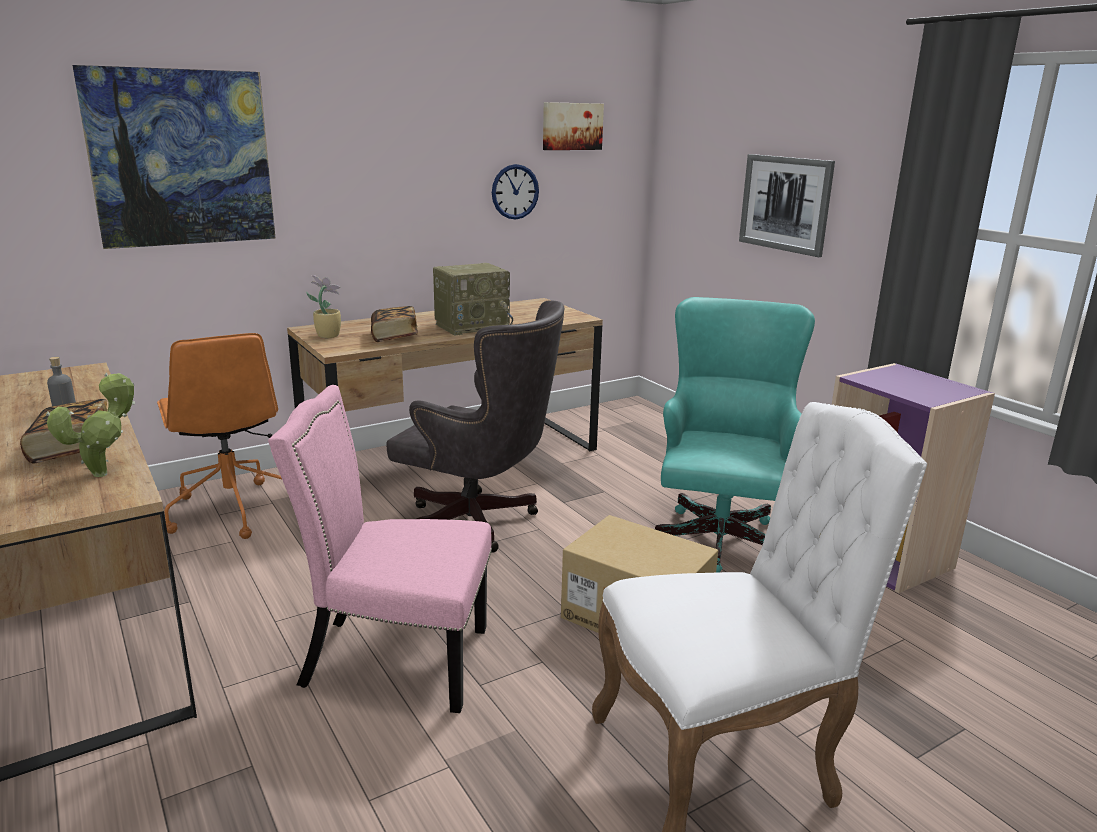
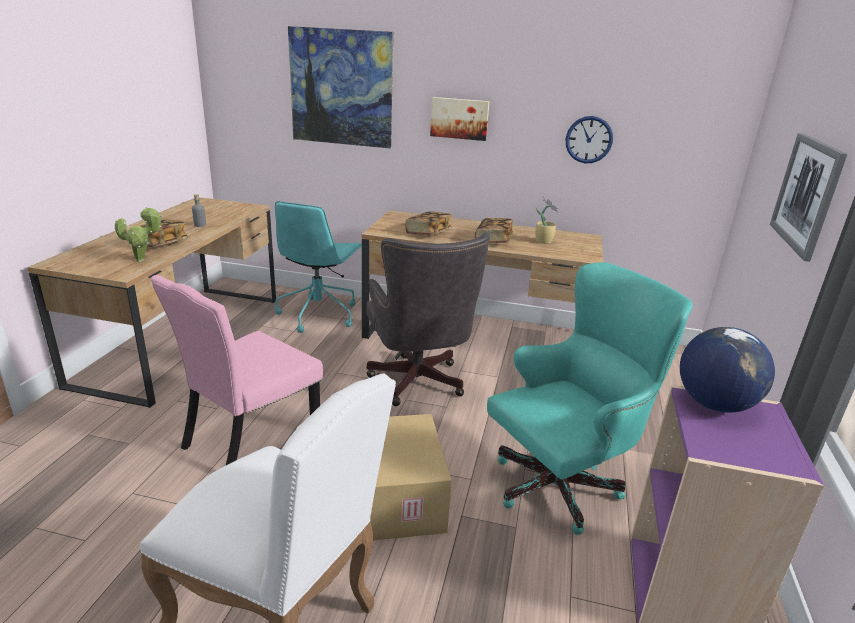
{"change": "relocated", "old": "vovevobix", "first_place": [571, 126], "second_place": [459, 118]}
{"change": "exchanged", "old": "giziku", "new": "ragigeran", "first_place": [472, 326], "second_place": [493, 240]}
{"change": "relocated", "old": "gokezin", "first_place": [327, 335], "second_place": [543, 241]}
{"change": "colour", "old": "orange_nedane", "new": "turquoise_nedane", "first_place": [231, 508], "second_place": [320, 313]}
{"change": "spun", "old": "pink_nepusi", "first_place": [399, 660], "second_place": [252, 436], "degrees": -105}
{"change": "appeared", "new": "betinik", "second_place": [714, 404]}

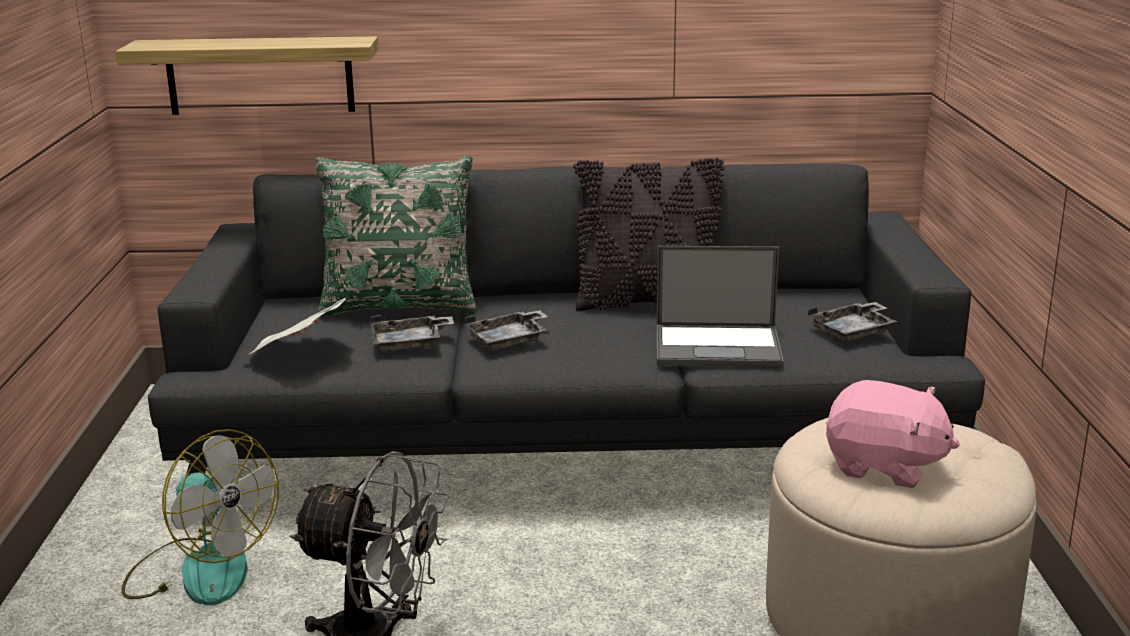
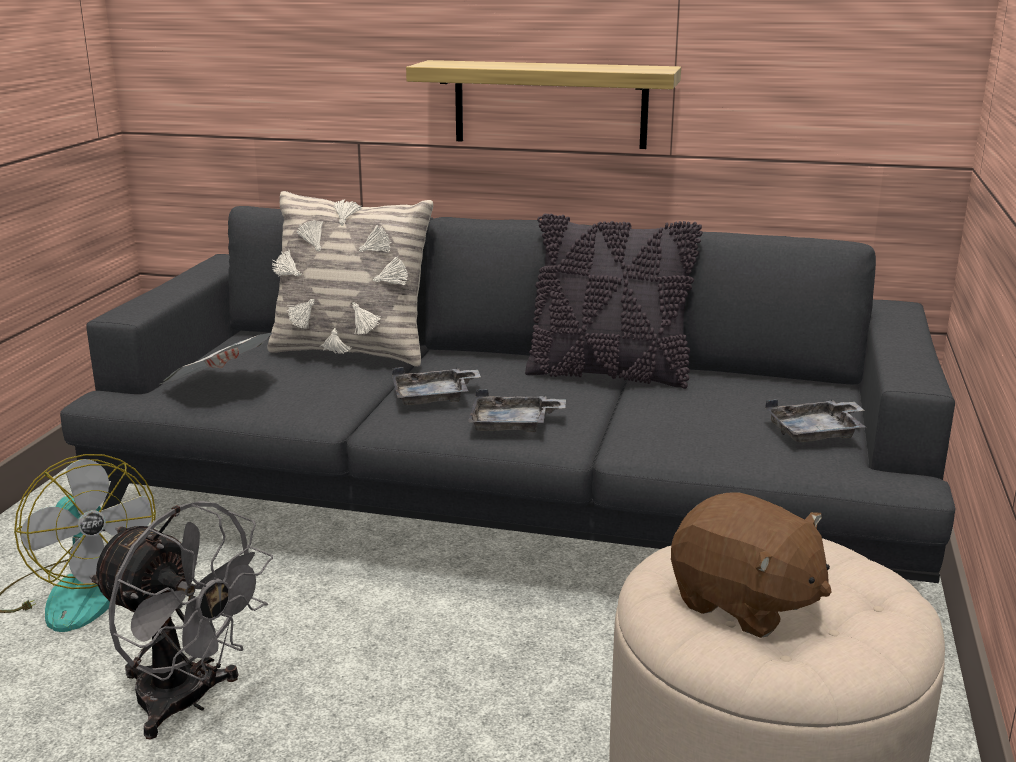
{"change": "relocated", "old": "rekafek", "first_place": [260, 75], "second_place": [550, 104]}
{"change": "colour", "old": "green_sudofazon", "new": "beige_sudofazon", "first_place": [399, 308], "second_place": [351, 352]}
{"change": "missing", "old": "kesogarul", "first_place": [719, 346]}
{"change": "relocated", "old": "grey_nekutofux", "first_place": [409, 344], "second_place": [513, 425]}
{"change": "colour", "old": "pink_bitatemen", "new": "brown_bitatemen", "first_place": [884, 467], "second_place": [744, 604]}

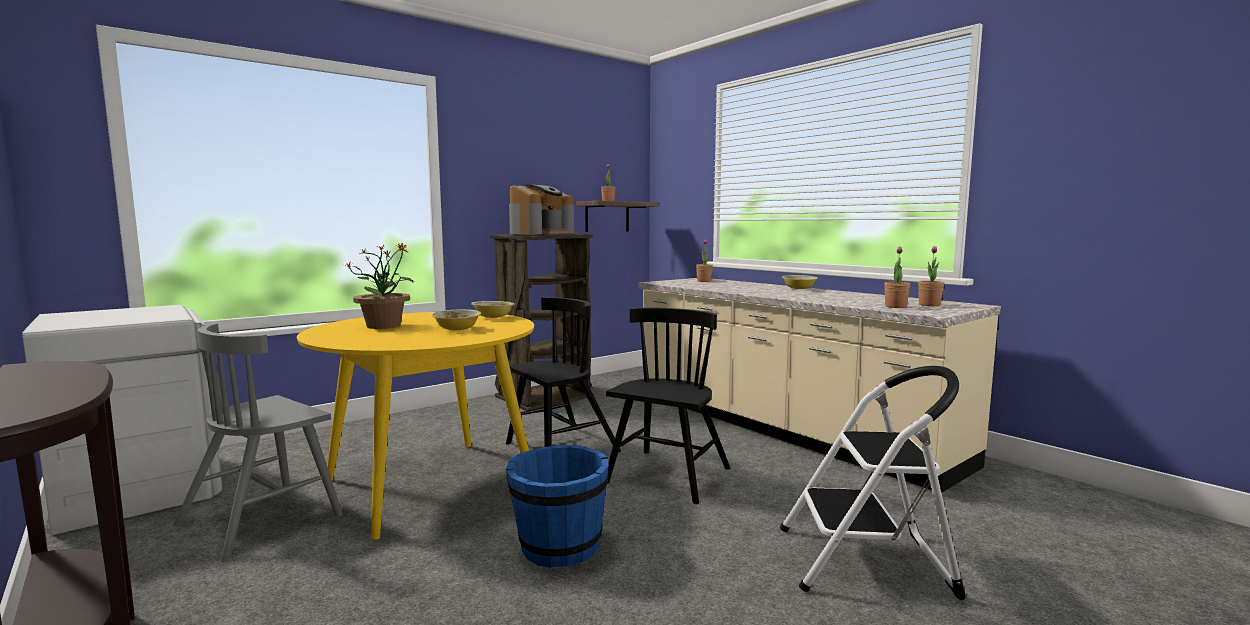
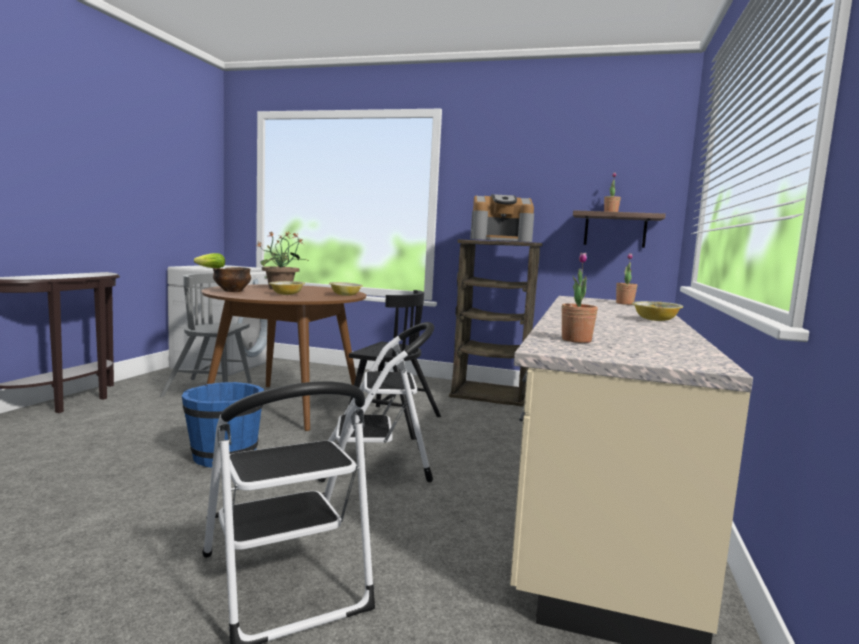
{"change": "missing", "old": "gokezin", "first_place": [929, 305]}
{"change": "exchanged", "old": "black_nepusi", "new": "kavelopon", "first_place": [665, 478], "second_place": [379, 464]}
{"change": "colour", "old": "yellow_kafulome", "new": "brown_kafulome", "first_place": [430, 484], "second_place": [285, 406]}
{"change": "appeared", "new": "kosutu", "second_place": [209, 268]}
{"change": "appeared", "new": "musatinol", "second_place": [232, 291]}

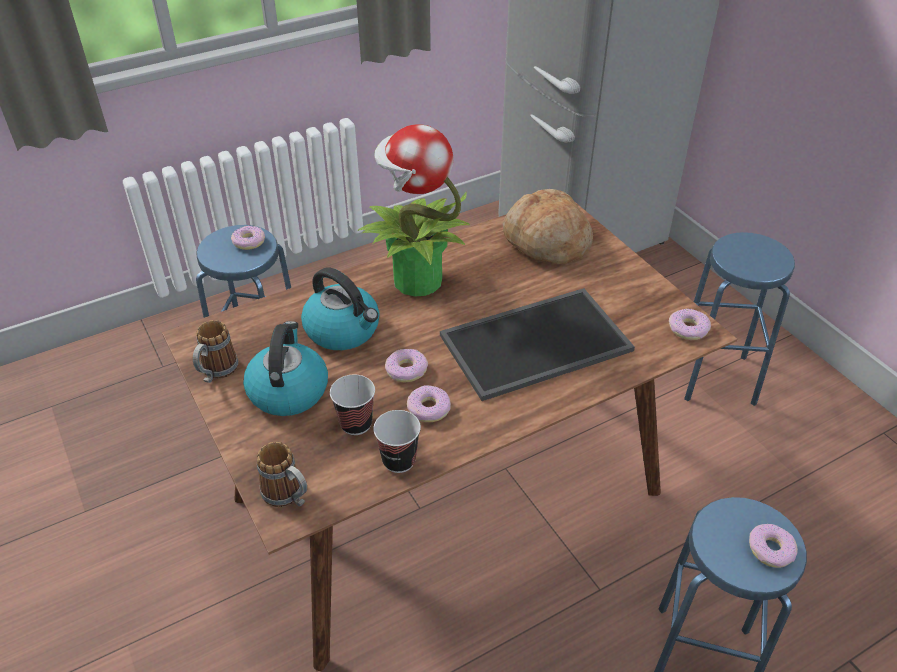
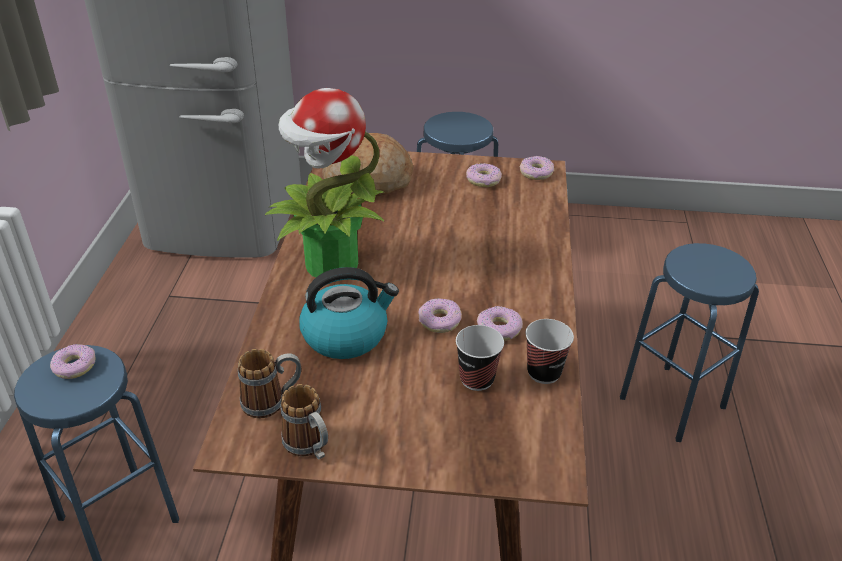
{"change": "missing", "old": "nekutofux", "first_place": [535, 345]}
{"change": "missing", "old": "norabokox", "first_place": [288, 390]}
{"change": "relocated", "old": "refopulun", "first_place": [288, 496], "second_place": [272, 402]}
{"change": "relocated", "old": "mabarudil", "first_place": [770, 550], "second_place": [483, 180]}

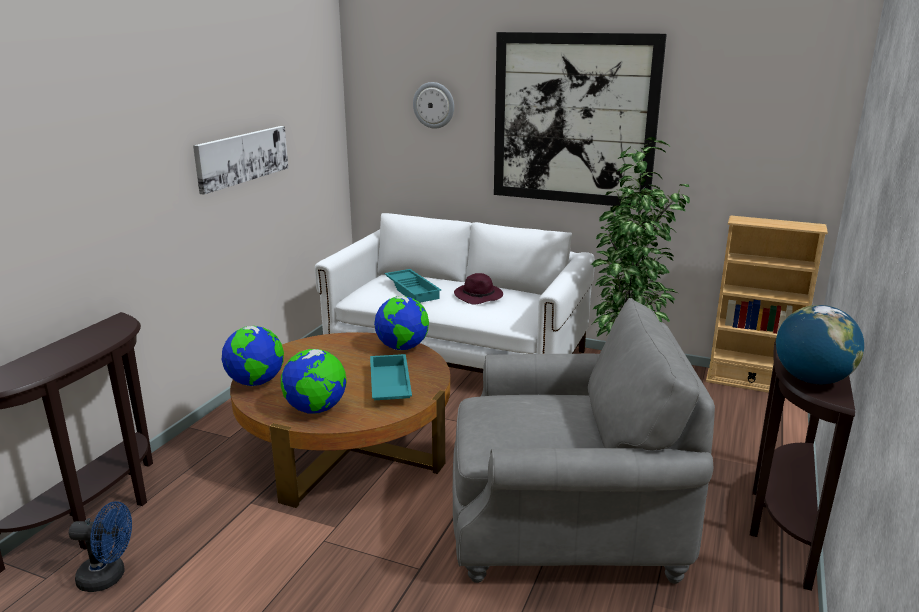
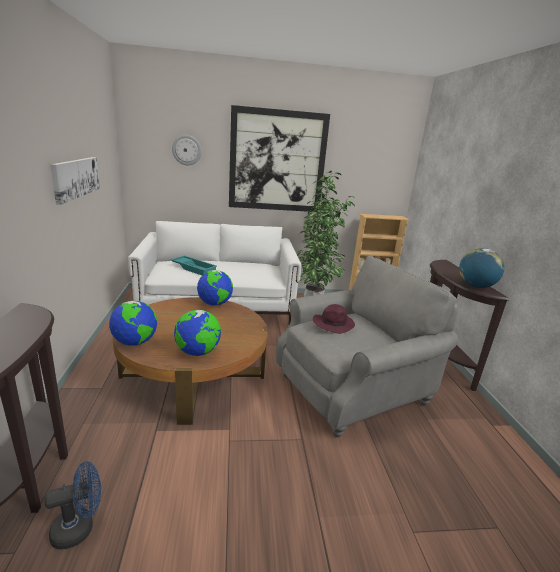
{"change": "relocated", "old": "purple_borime", "first_place": [479, 297], "second_place": [334, 324]}
{"change": "missing", "old": "turquoise_nekutofux", "first_place": [388, 385]}

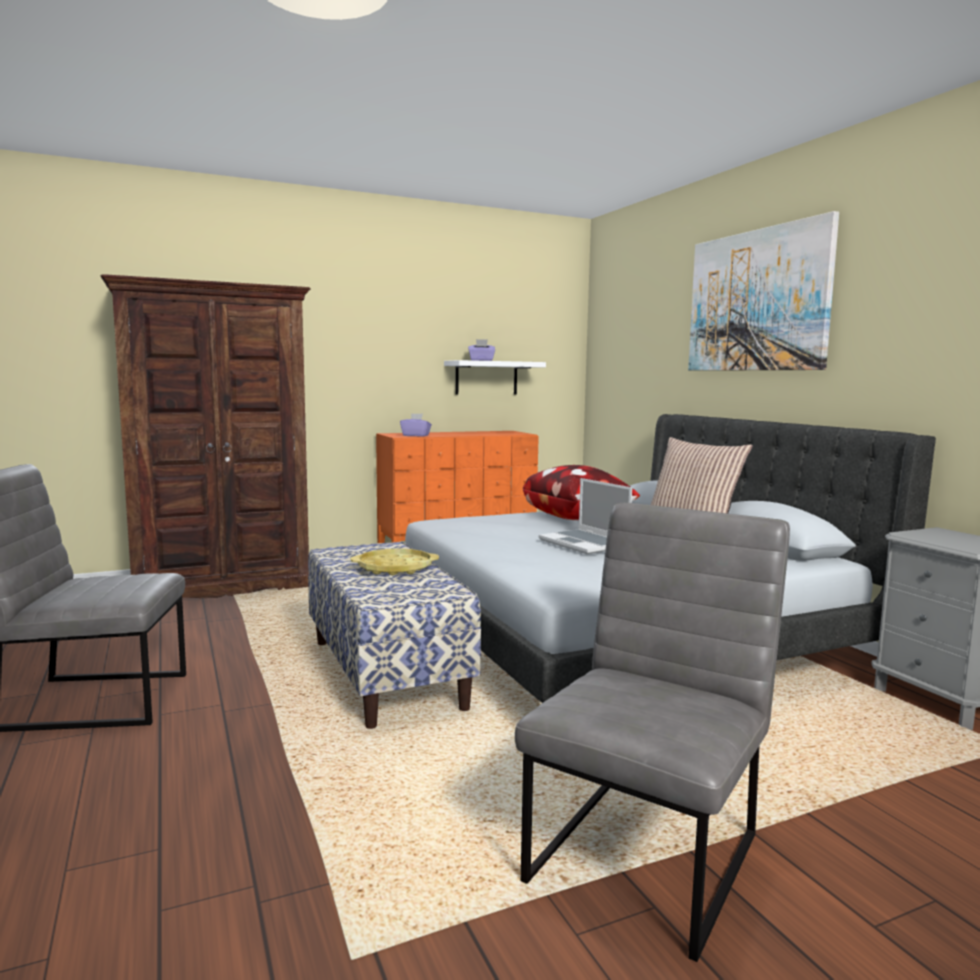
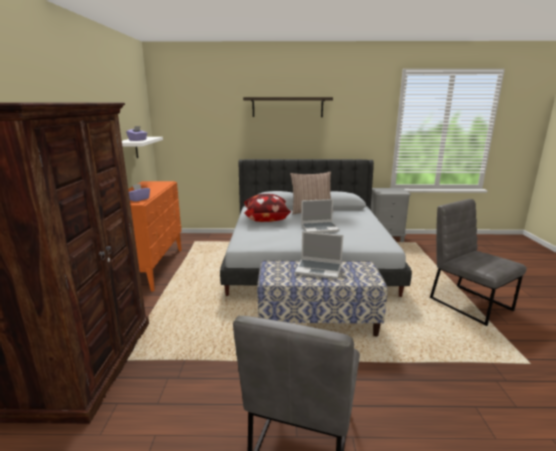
{"change": "exchanged", "old": "vovevobix", "new": "rekafek", "first_place": [756, 301], "second_place": [287, 107]}
{"change": "exchanged", "old": "yellow_nekutofux", "new": "kesogarul", "first_place": [395, 568], "second_place": [319, 269]}

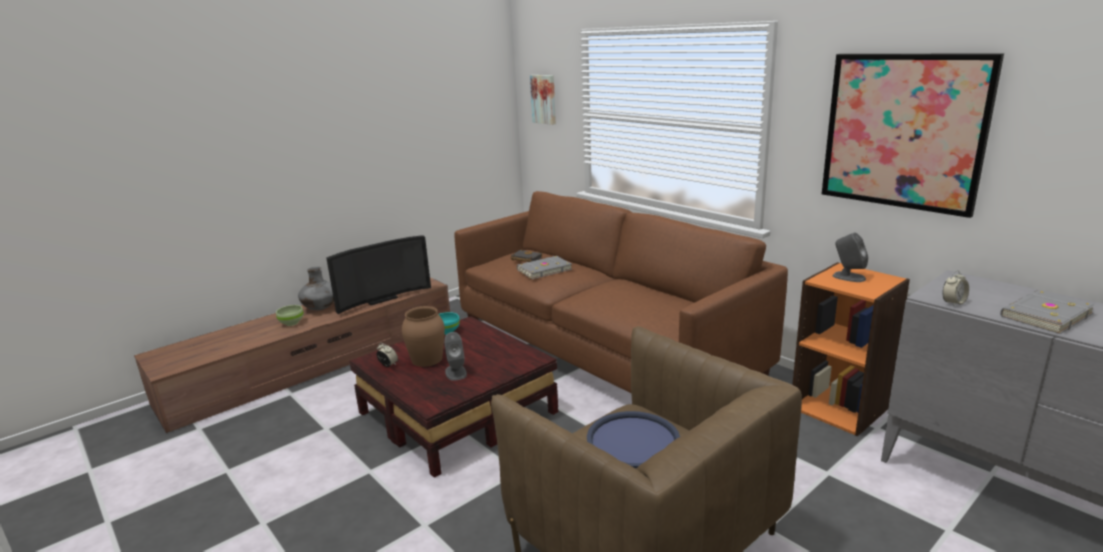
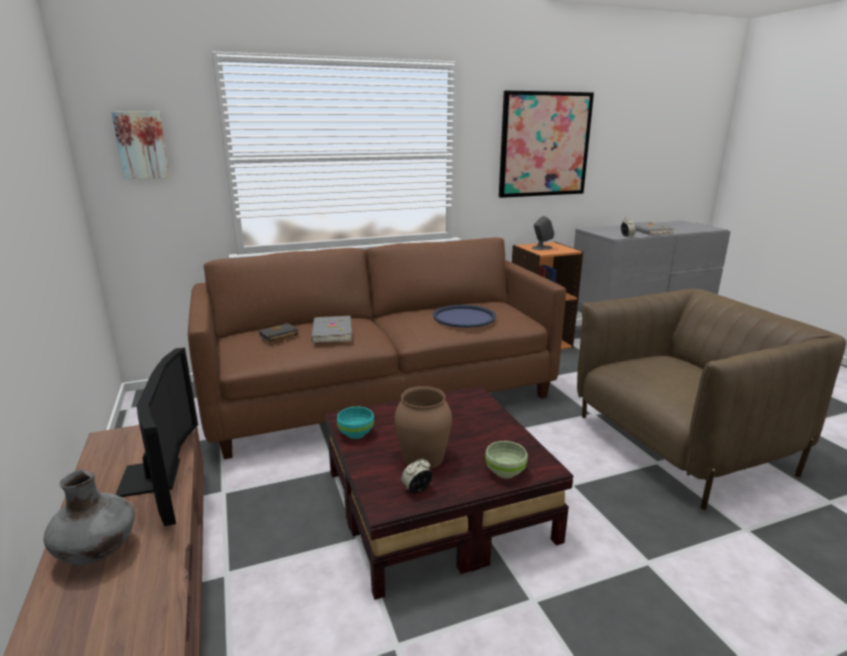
{"change": "relocated", "old": "green_musatinol", "first_place": [291, 323], "second_place": [506, 472]}
{"change": "missing", "old": "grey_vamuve", "first_place": [455, 372]}
{"change": "relocated", "old": "blue_nekutofux", "first_place": [633, 440], "second_place": [464, 317]}

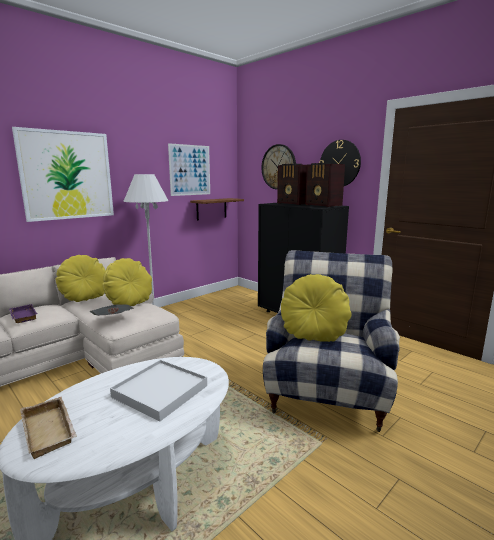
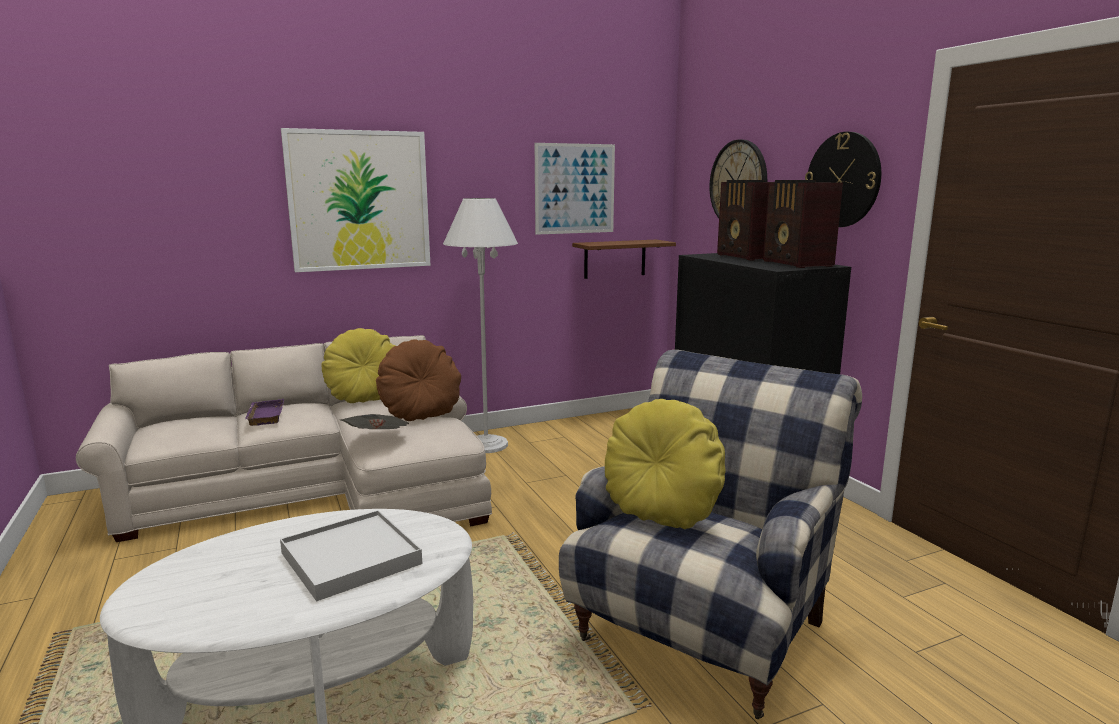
{"change": "colour", "old": "yellow_sudofazon", "new": "brown_sudofazon", "first_place": [130, 304], "second_place": [421, 416]}
{"change": "missing", "old": "beige_nekutofux", "first_place": [51, 430]}

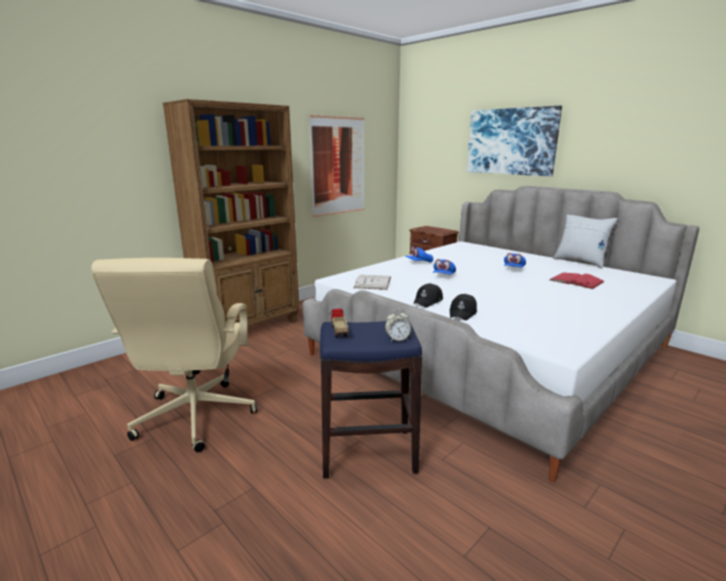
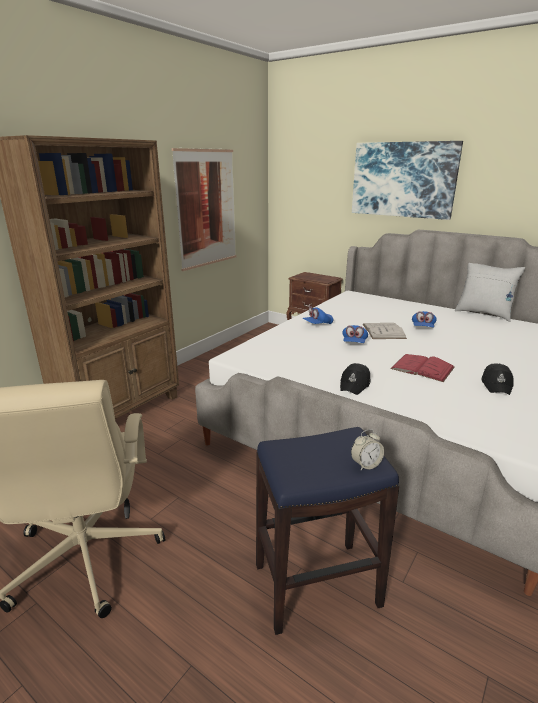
{"change": "relocated", "old": "red_ragigeran", "first_place": [576, 281], "second_place": [422, 368]}
{"change": "relocated", "old": "white_ragigeran", "first_place": [372, 282], "second_place": [383, 331]}
{"change": "relocated", "old": "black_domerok", "first_place": [463, 313], "second_place": [497, 384]}
{"change": "missing", "old": "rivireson", "first_place": [338, 331]}

